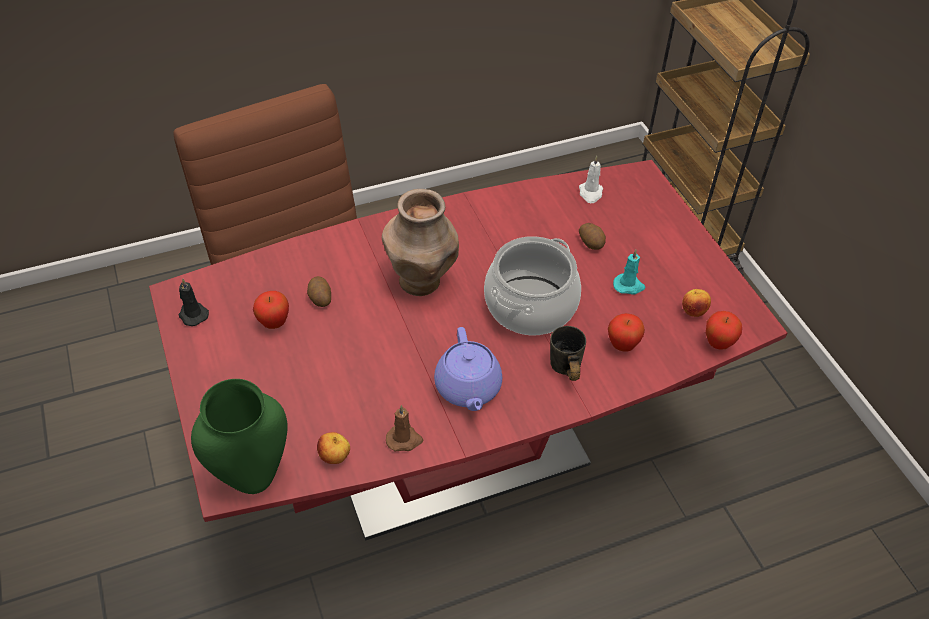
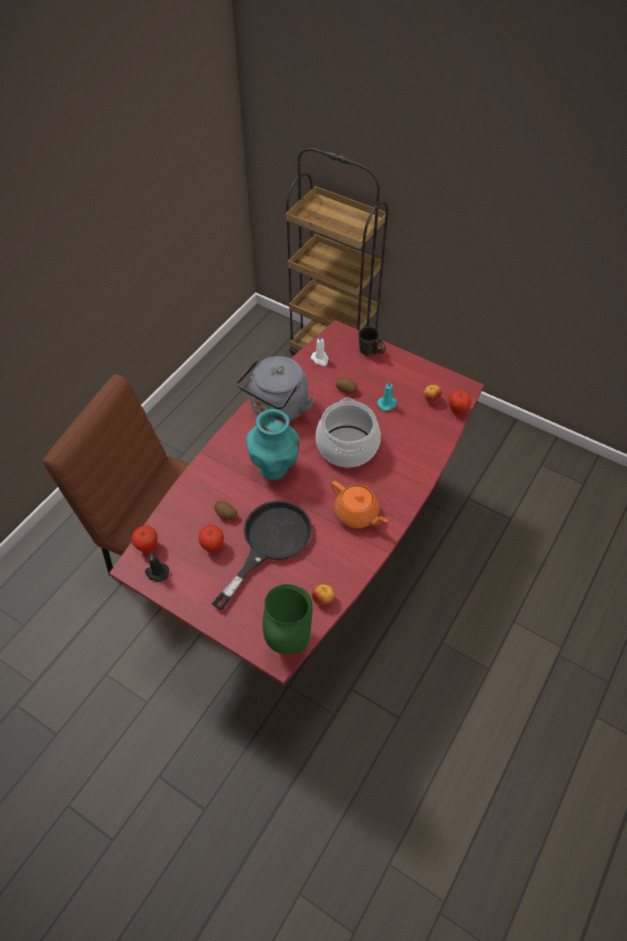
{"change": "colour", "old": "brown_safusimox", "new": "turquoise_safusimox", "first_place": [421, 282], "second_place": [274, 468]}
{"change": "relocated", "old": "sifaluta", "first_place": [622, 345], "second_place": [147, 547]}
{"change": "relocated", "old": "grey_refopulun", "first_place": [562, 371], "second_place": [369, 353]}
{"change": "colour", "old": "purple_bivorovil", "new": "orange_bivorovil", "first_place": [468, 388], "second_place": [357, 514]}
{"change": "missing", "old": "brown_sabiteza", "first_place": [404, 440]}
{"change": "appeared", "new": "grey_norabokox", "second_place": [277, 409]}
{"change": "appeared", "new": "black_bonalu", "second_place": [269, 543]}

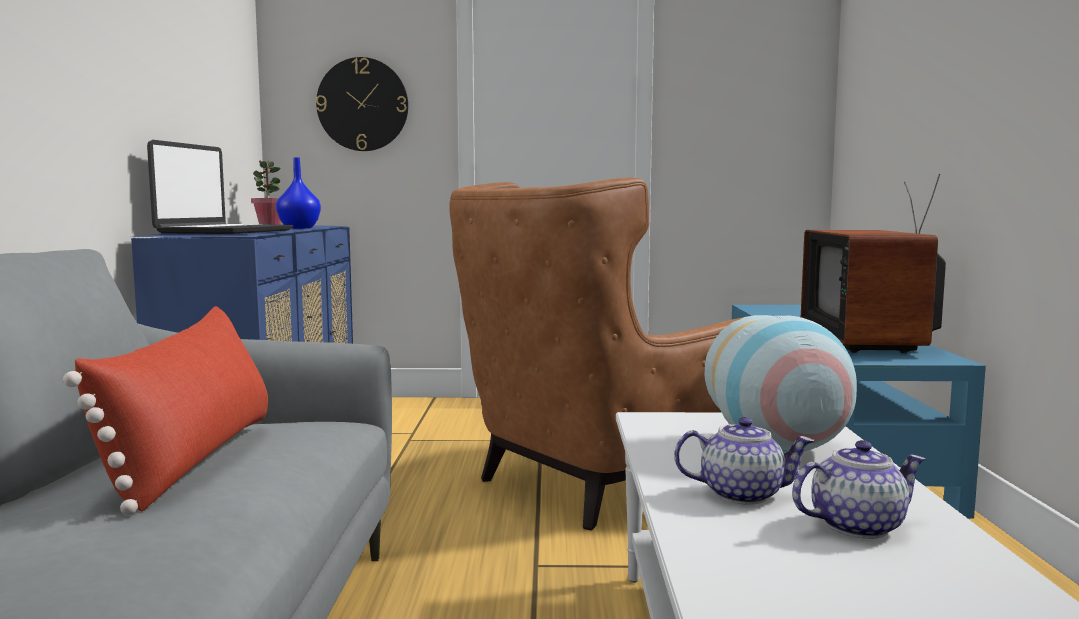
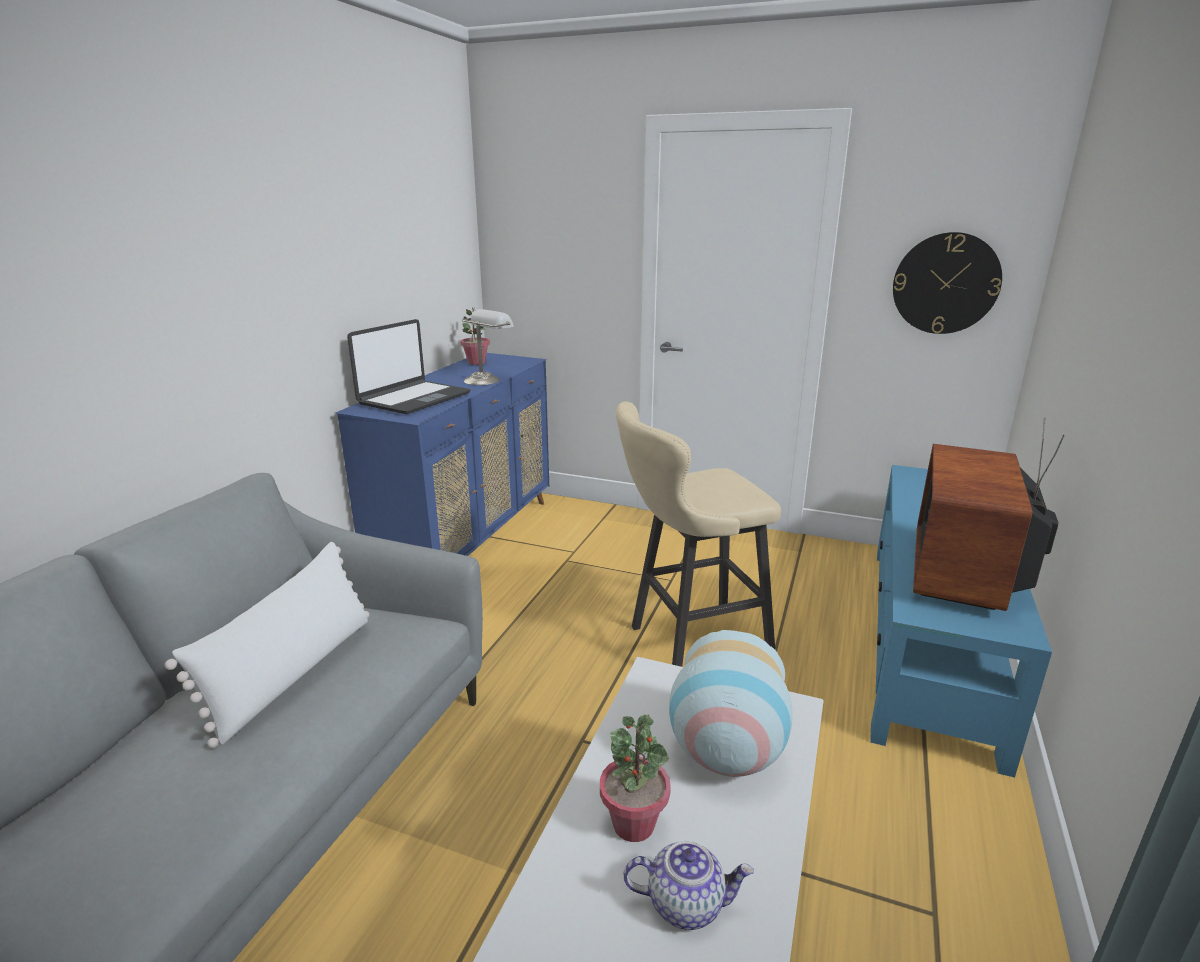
{"change": "relocated", "old": "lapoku", "first_place": [362, 104], "second_place": [945, 283]}
{"change": "exchanged", "old": "blue_safusimox", "new": "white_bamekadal", "first_place": [298, 228], "second_place": [487, 378]}
{"change": "exchanged", "old": "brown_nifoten", "new": "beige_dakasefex", "first_place": [595, 483], "second_place": [684, 647]}
{"change": "colour", "old": "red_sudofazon", "new": "white_sudofazon", "first_place": [195, 457], "second_place": [294, 673]}
{"change": "exchanged", "old": "bivorovil", "new": "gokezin", "first_place": [742, 494], "second_place": [634, 824]}

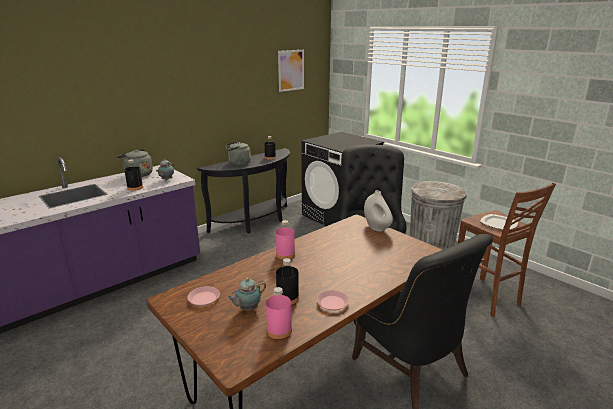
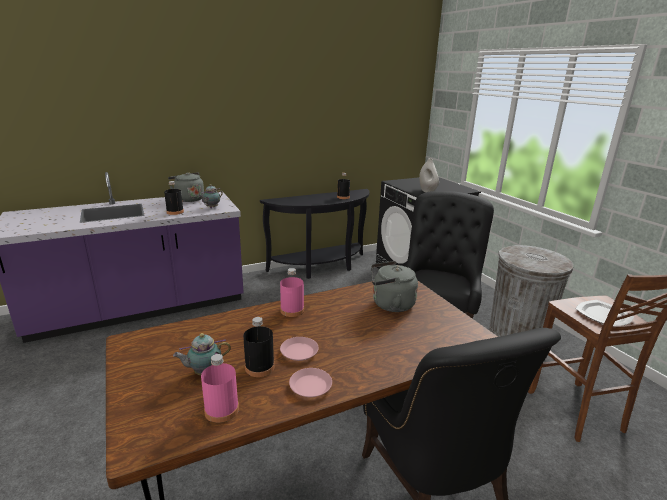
{"change": "missing", "old": "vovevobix", "first_place": [291, 70]}
{"change": "relocated", "old": "grey_norabokox", "first_place": [238, 163], "second_place": [390, 304]}
{"change": "relocated", "old": "white_safusimox", "first_place": [377, 228], "second_place": [427, 191]}
{"change": "relocated", "old": "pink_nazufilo", "first_place": [204, 298], "second_place": [299, 352]}

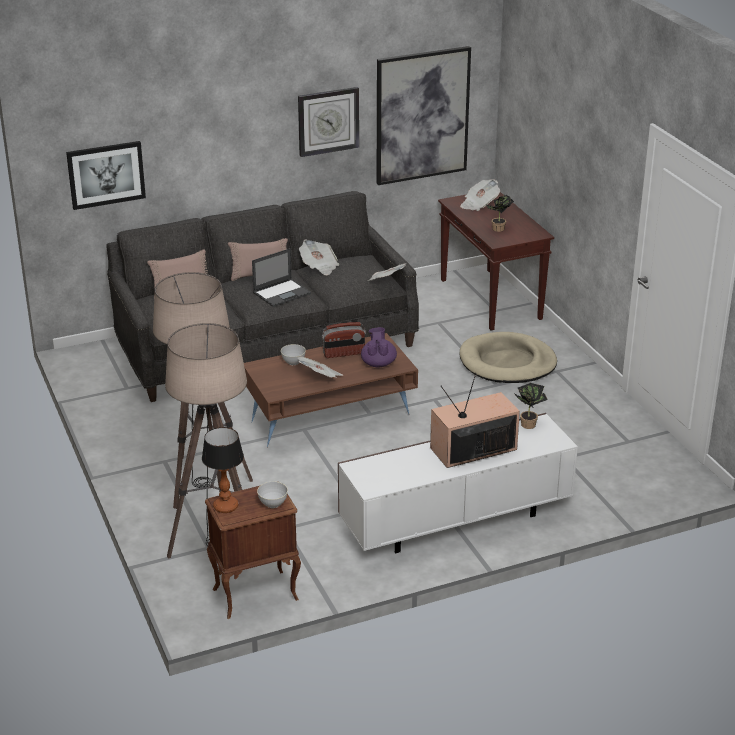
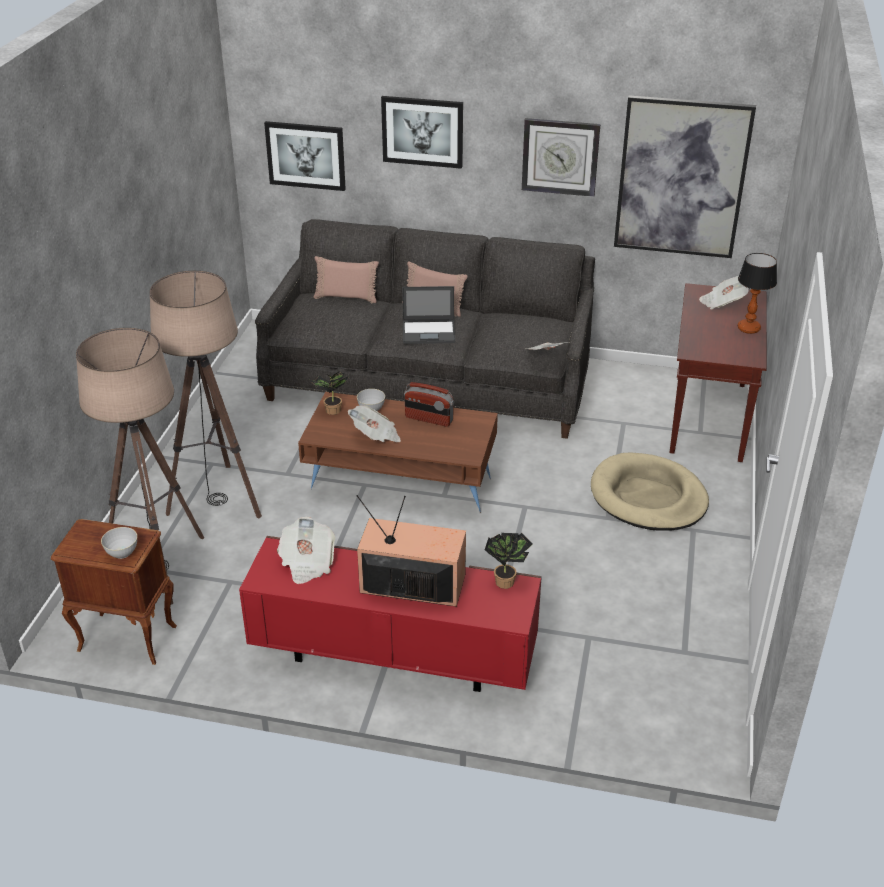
{"change": "relocated", "old": "gokezin", "first_place": [498, 230], "second_place": [331, 411]}
{"change": "relocated", "old": "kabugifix", "first_place": [319, 266], "second_place": [307, 563]}
{"change": "missing", "old": "purple_bivorovil", "first_place": [378, 363]}
{"change": "colour", "old": "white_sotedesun", "new": "red_sotedesun", "first_place": [456, 521], "second_place": [393, 655]}
{"change": "relocated", "old": "bamekadal", "first_place": [226, 506], "second_place": [748, 328]}
{"change": "appeared", "new": "vovevobix", "second_place": [422, 131]}

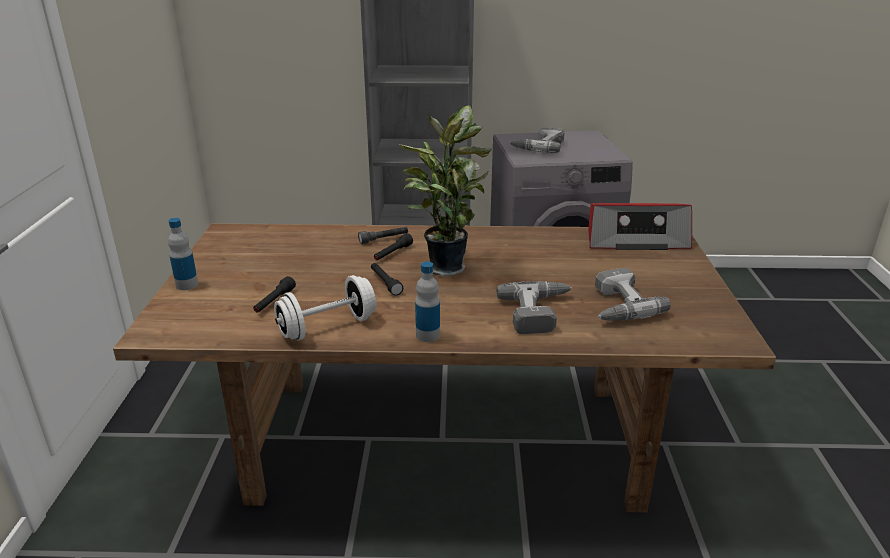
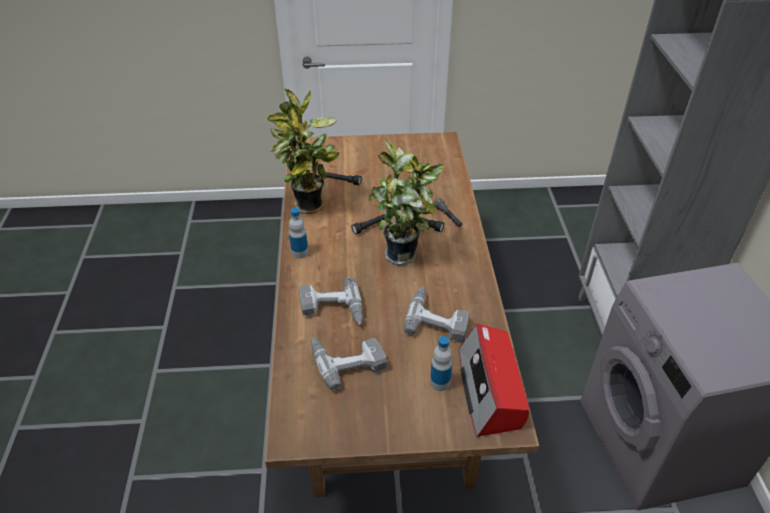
{"change": "relocated", "old": "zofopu", "first_place": [538, 146], "second_place": [438, 318]}
{"change": "relocated", "old": "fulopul", "first_place": [187, 285], "second_place": [440, 382]}
{"change": "exchanged", "old": "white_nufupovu", "new": "gokezin", "first_place": [327, 327], "second_place": [309, 208]}

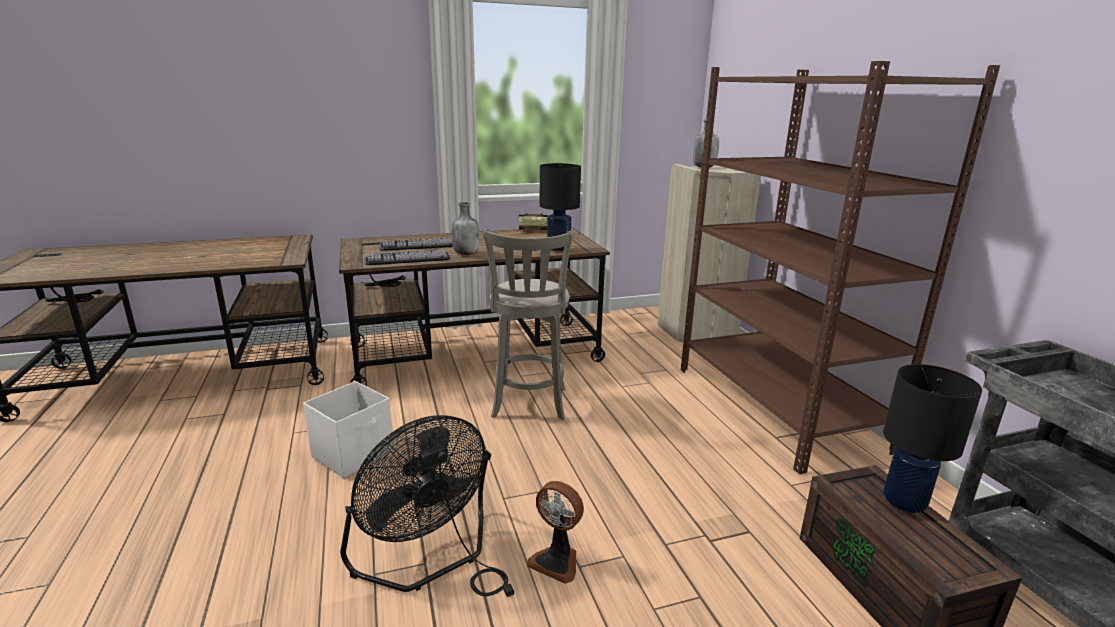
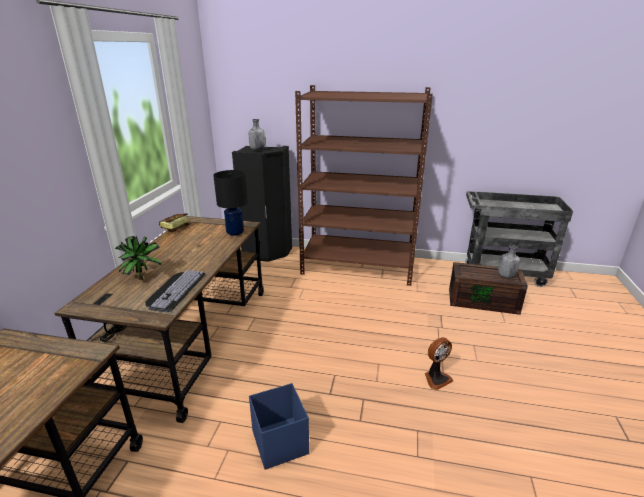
{"change": "colour", "old": "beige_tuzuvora", "new": "black_tuzuvora", "first_place": [696, 334], "second_place": [267, 252]}
{"change": "relocated", "old": "grey_fulopul", "first_place": [466, 253], "second_place": [506, 276]}
{"change": "missing", "old": "grey_dakasefex", "first_place": [529, 405]}
{"change": "exchanged", "old": "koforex", "new": "gokezin", "first_place": [419, 244], "second_place": [143, 277]}
{"change": "missing", "old": "black_bamekadal", "first_place": [903, 503]}
{"change": "colour", "old": "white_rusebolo", "new": "blue_rusebolo", "first_place": [354, 454], "second_place": [280, 441]}
{"change": "missing", "old": "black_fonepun", "first_place": [439, 559]}

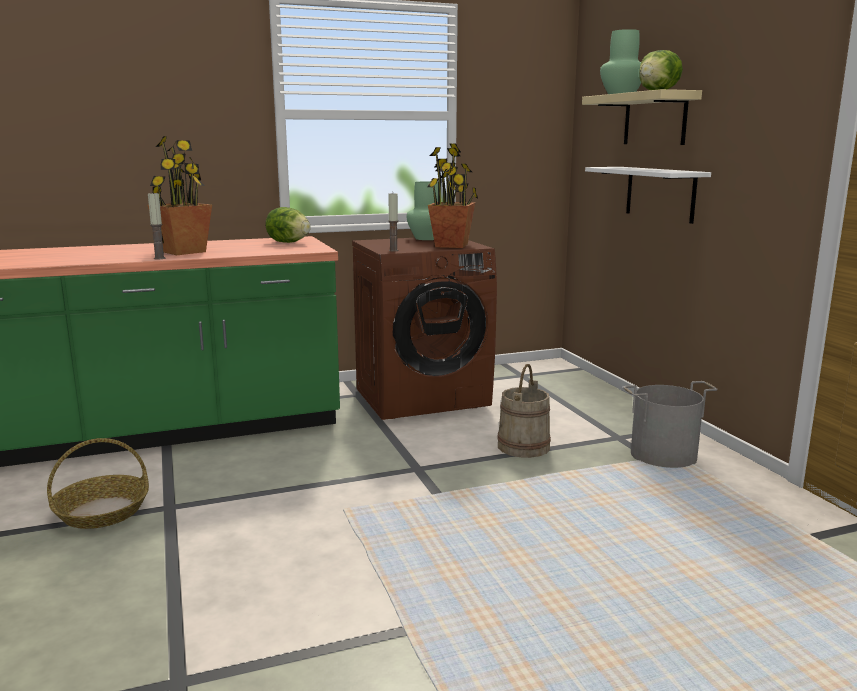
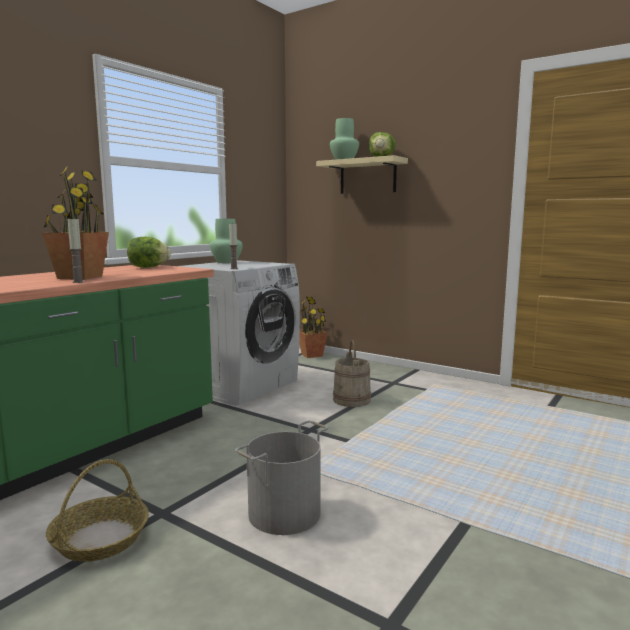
{"change": "relocated", "old": "gokezin", "first_place": [452, 245], "second_place": [312, 355]}
{"change": "missing", "old": "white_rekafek", "first_place": [660, 193]}
{"change": "colour", "old": "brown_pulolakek", "new": "white_pulolakek", "first_place": [422, 400], "second_place": [241, 388]}
{"change": "relocated", "old": "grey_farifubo", "first_place": [664, 455], "second_place": [285, 514]}

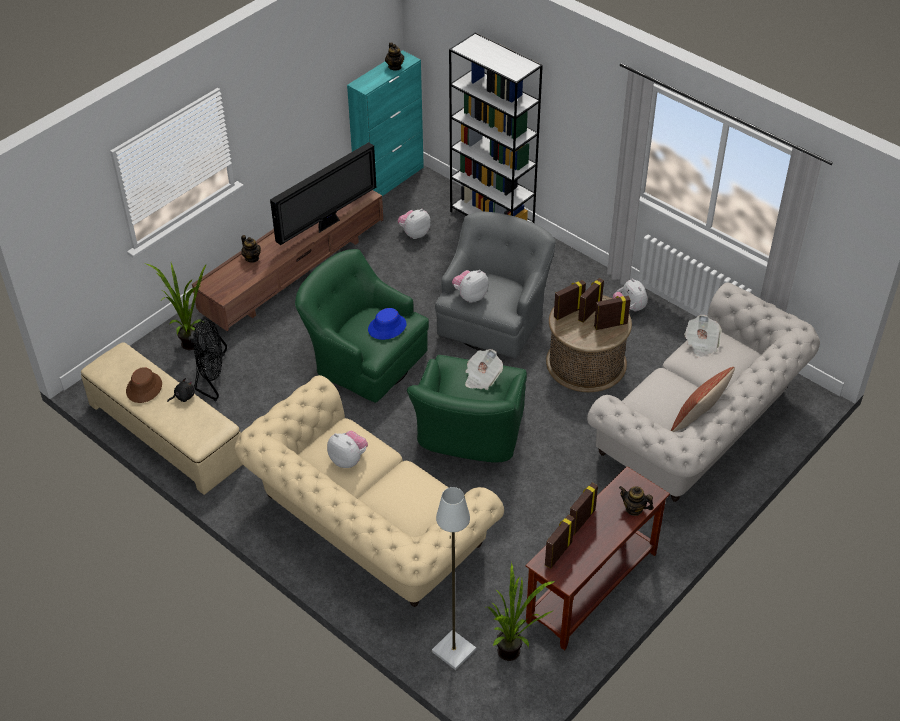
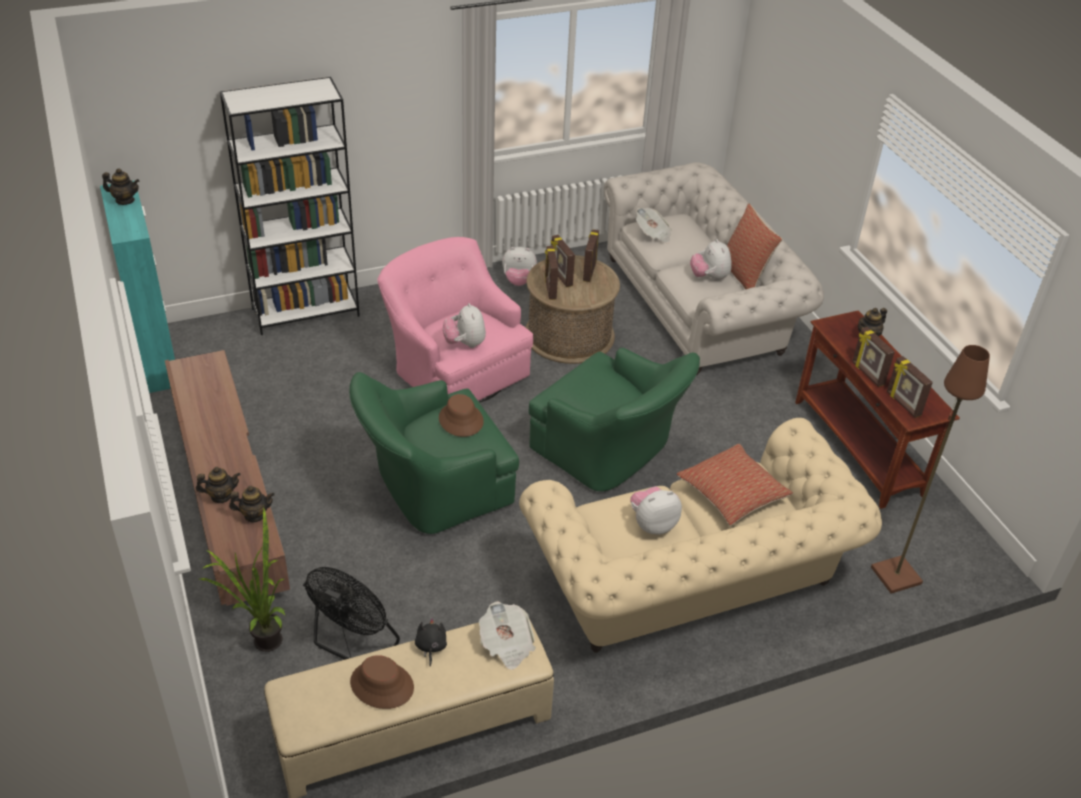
{"change": "missing", "old": "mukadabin", "first_place": [328, 223]}
{"change": "relocated", "old": "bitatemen", "first_place": [414, 233], "second_place": [709, 277]}
{"change": "colour", "old": "grey_nifoten", "new": "pink_nifoten", "first_place": [494, 318], "second_place": [455, 368]}
{"change": "colour", "old": "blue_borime", "new": "brown_borime", "first_place": [387, 327], "second_place": [460, 420]}
{"change": "relocated", "old": "kabugifix", "first_place": [482, 377], "second_place": [507, 645]}
{"change": "colour", "old": "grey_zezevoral", "new": "brown_zezevoral", "first_place": [453, 651], "second_place": [896, 576]}
{"change": "missing", "old": "gokezin", "first_place": [514, 654]}
{"change": "appeared", "new": "sudofazon", "second_place": [732, 494]}
{"change": "appeared", "new": "bivorovil", "second_place": [254, 515]}

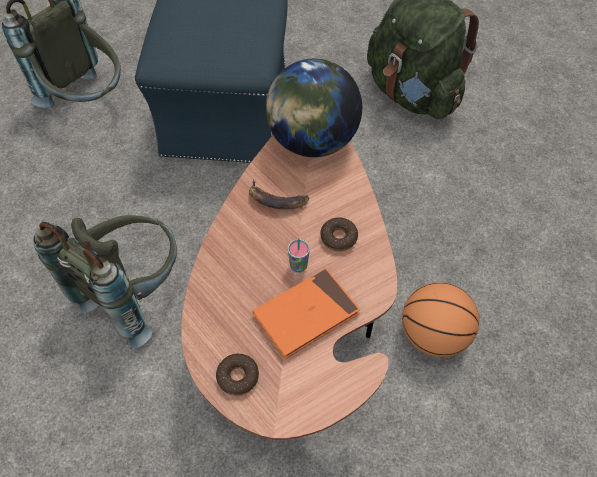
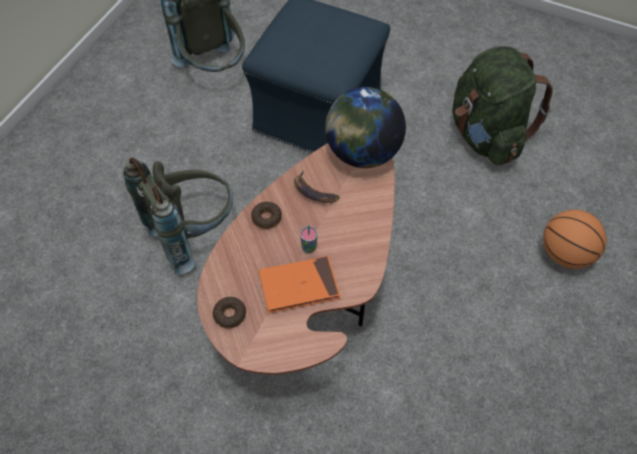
{"change": "relocated", "old": "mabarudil", "first_place": [338, 237], "second_place": [266, 218]}
{"change": "relocated", "old": "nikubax", "first_place": [433, 335], "second_place": [565, 254]}

